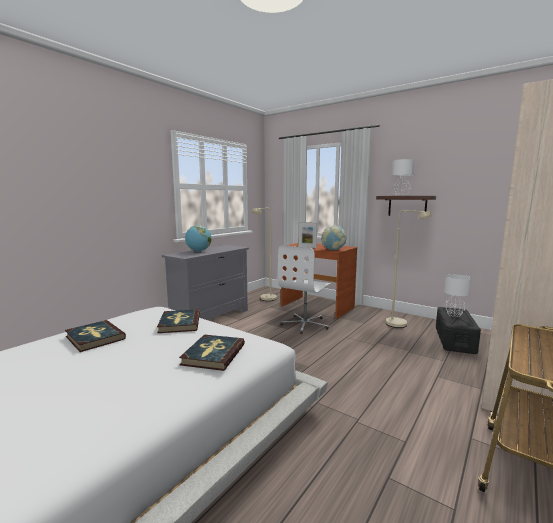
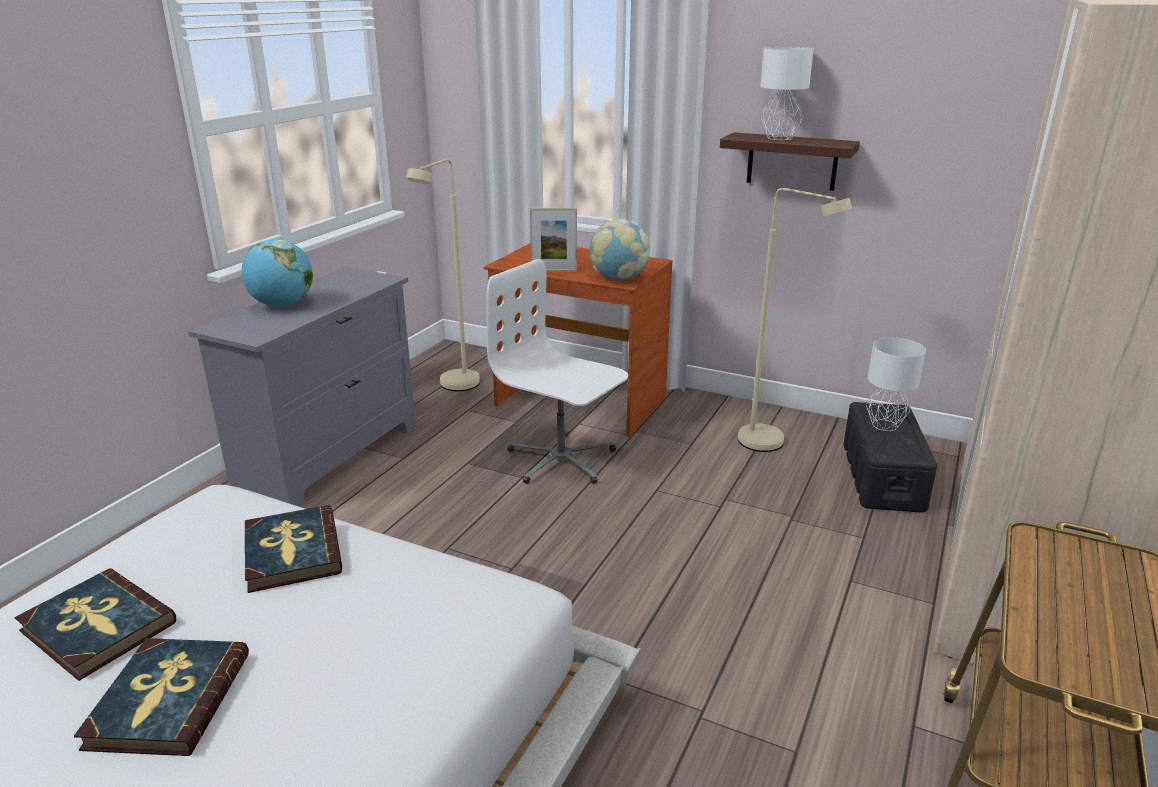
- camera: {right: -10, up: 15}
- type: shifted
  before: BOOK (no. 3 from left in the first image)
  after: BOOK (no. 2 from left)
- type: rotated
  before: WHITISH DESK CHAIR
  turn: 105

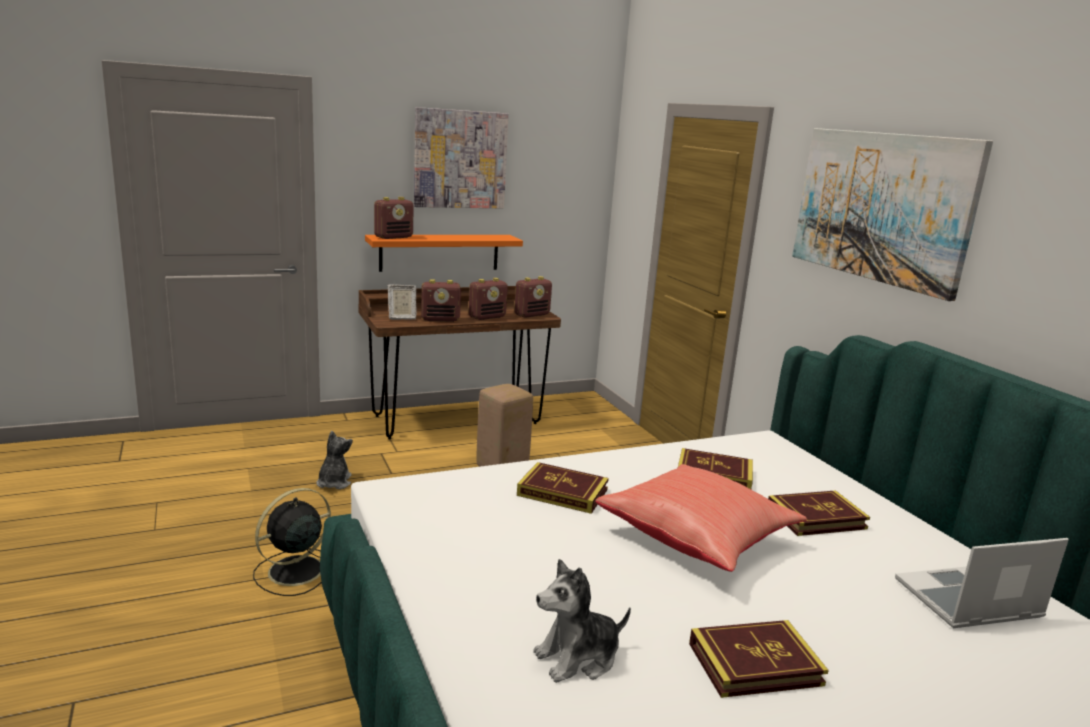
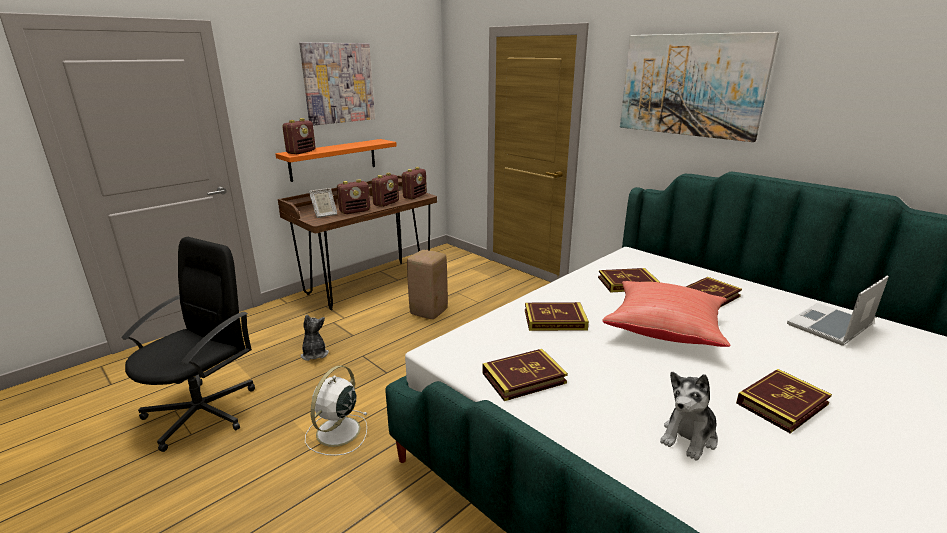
- camera: {right: -20, up: 5}
- type: repainted
  before: BLACK COOLING FAN
  after: WHITISH COOLING FAN
- type: new
  after: BLACK DESK CHAIR
- type: new
  after: BOOK (no. 1 from left)

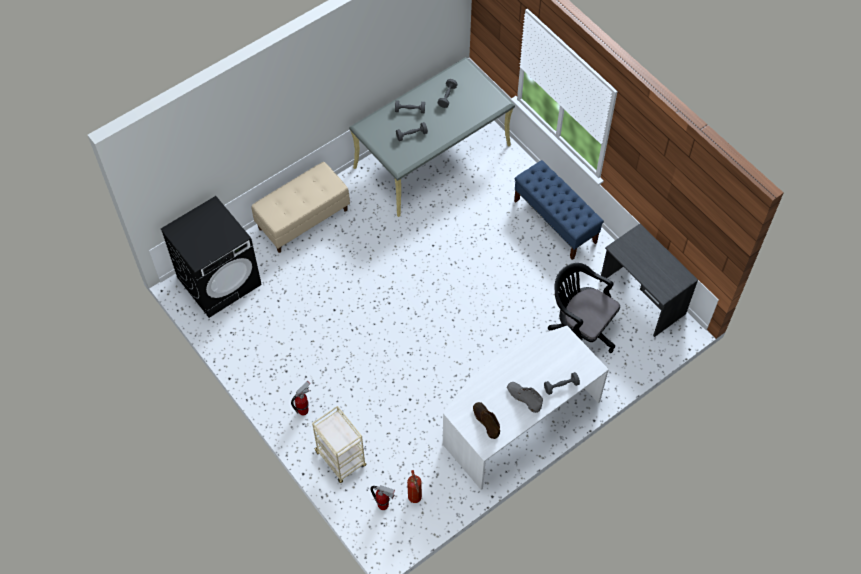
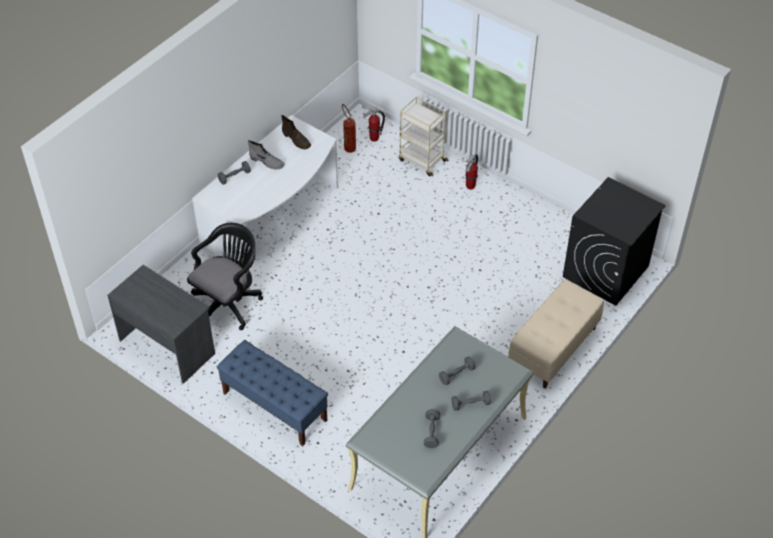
- camera: {right: 165, up: -10}
- type: rotated
  before: BLACK DESK CHAIR
  turn: -75

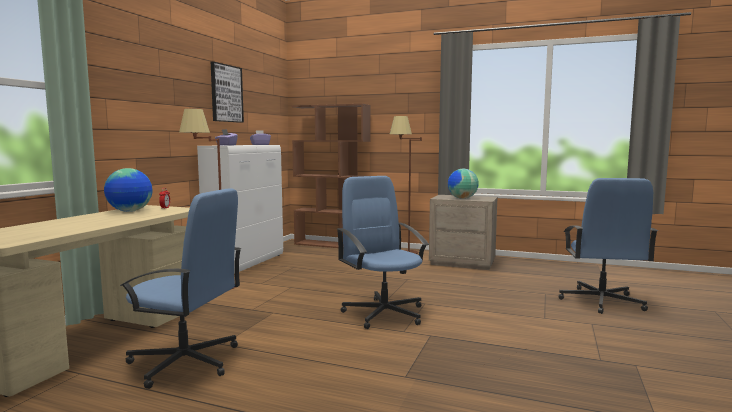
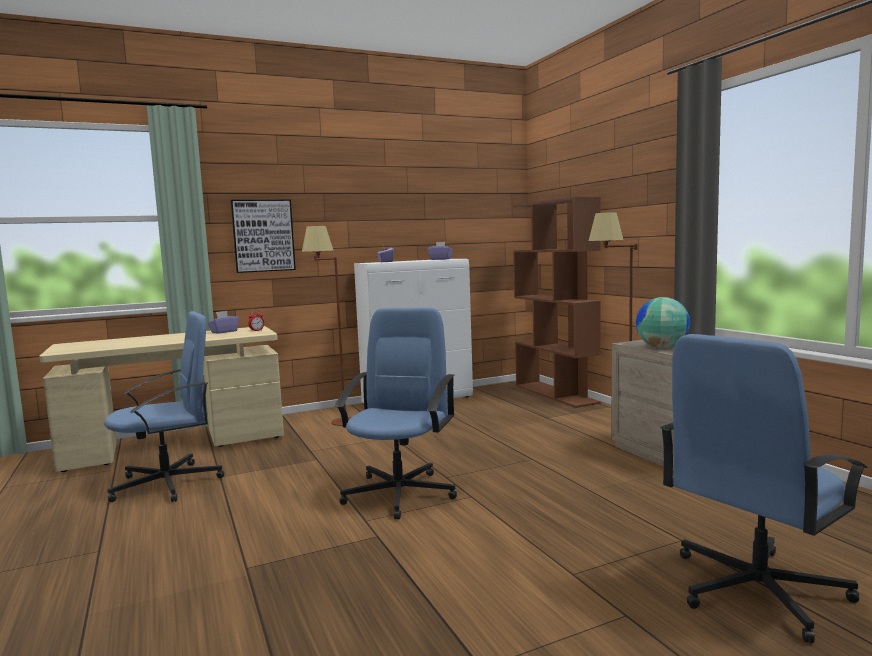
- camera: {right: 45, up: 0}
- type: swapped
  before: WORLD GLOBE (no. 1 from left)
  after: PURPLE-COLOURED BOX OF TISSUES (no. 1 from left)
- type: rotated
  before: BLUISH DESK CHAIR (no. 1 from left)
  turn: -90
- type: shifted
  before: WALL ART

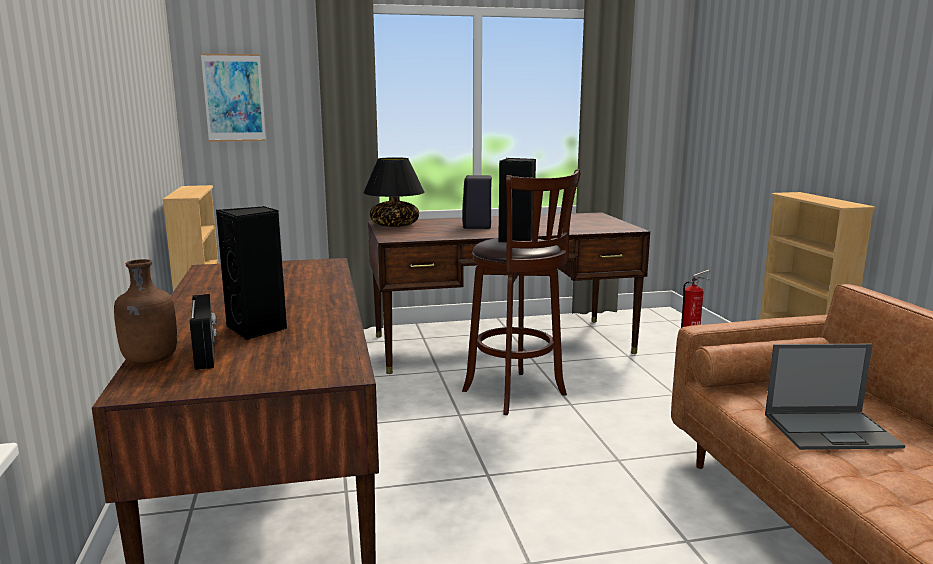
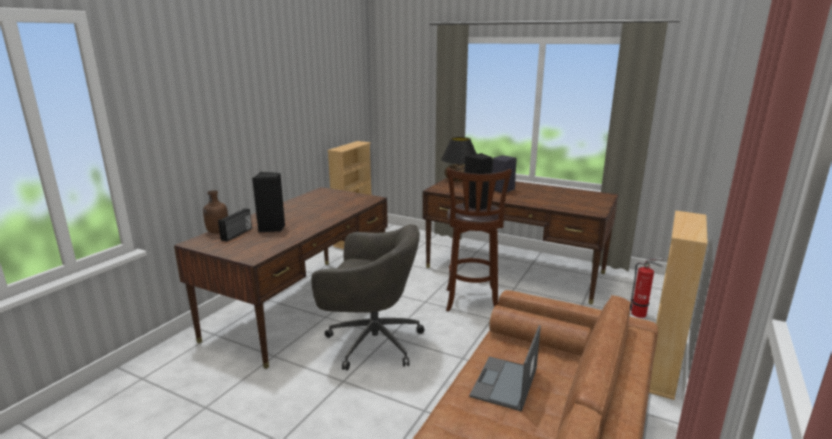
- camera: {right: 40, up: 5}
- type: gone
  before: WALL ART
- type: rotated
  before: LAPTOP
  turn: 75
- type: new
  after: GREY DESK CHAIR

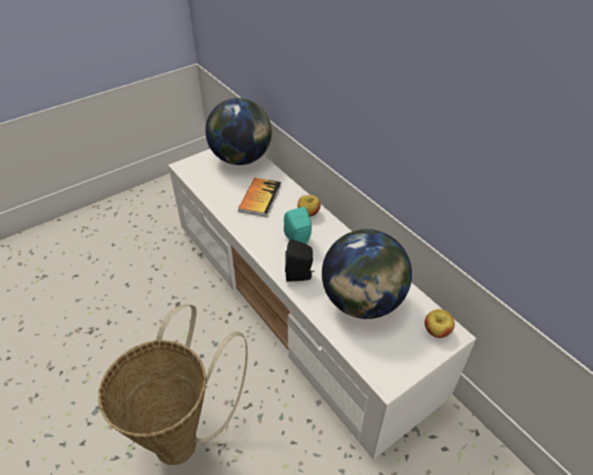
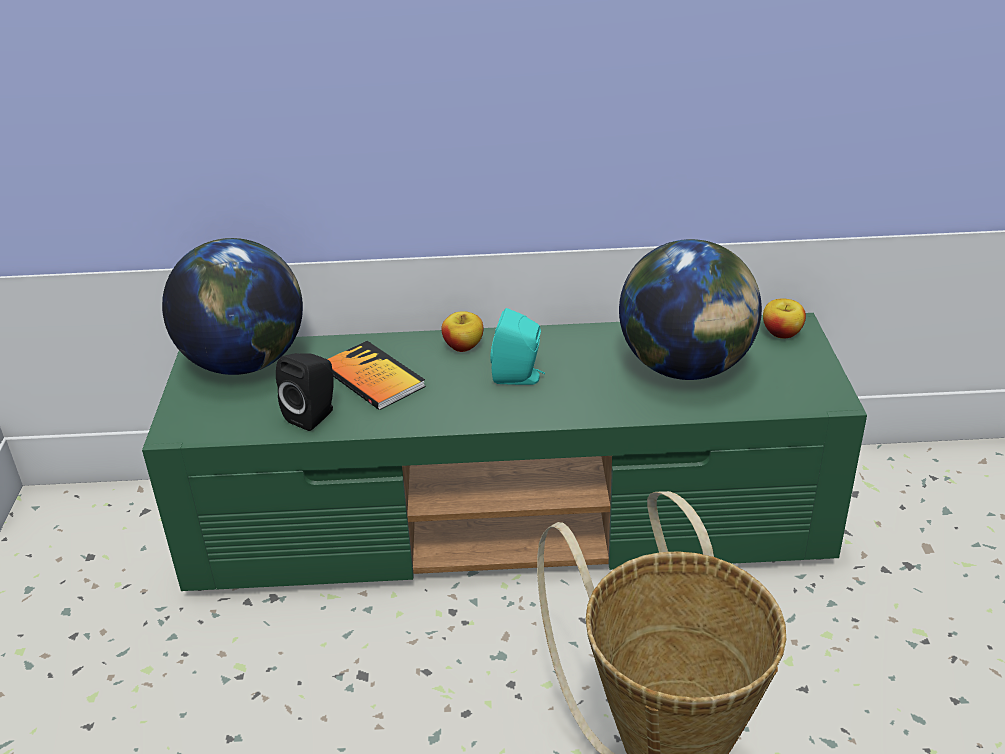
- camera: {right: -55, up: -10}
- type: repainted
  before: WHITISH TV UNIT
  after: GREENISH TV UNIT
- type: shifted
  before: BLACK AUDIO SPEAKER

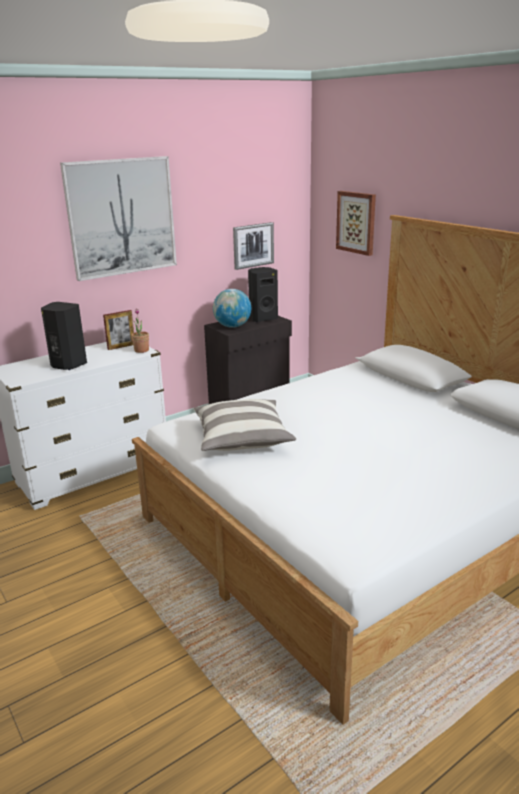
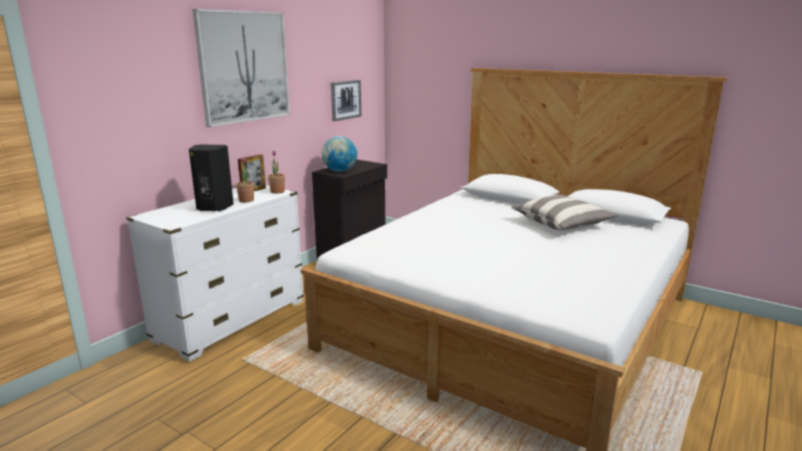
- camera: {right: -20, up: -5}
- type: shifted
  before: CUSHION
- type: gone
  before: BLACK AUDIO SPEAKER (no. 2 from left)
- type: gone
  before: WALL ART (no. 3 from left)
- type: new
  after: POTTED PLANT (no. 1 from left)

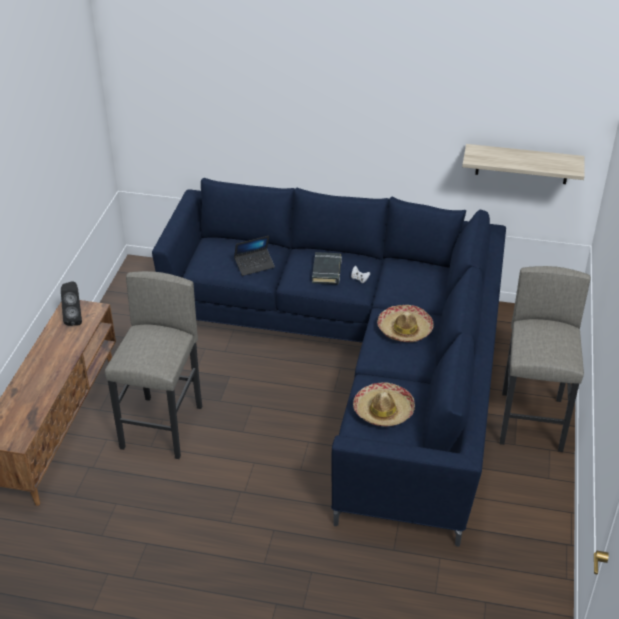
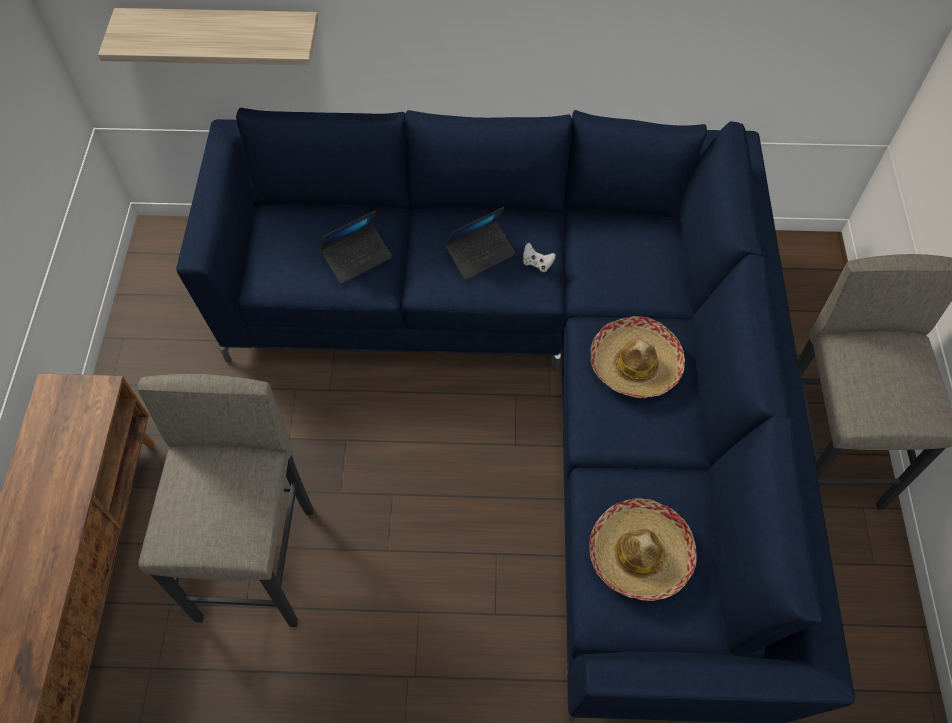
- camera: {right: -10, up: 20}
- type: gone
  before: BLACK AUDIO SPEAKER
- type: swapped
  before: BLACK BOOK
  after: LAPTOP (no. 2 from left)
- type: shifted
  before: SHELF

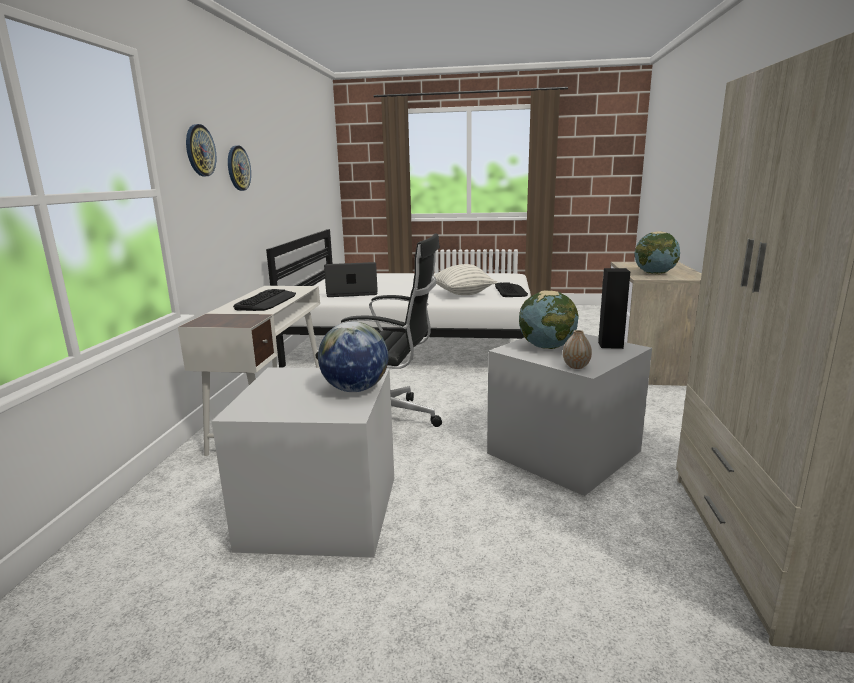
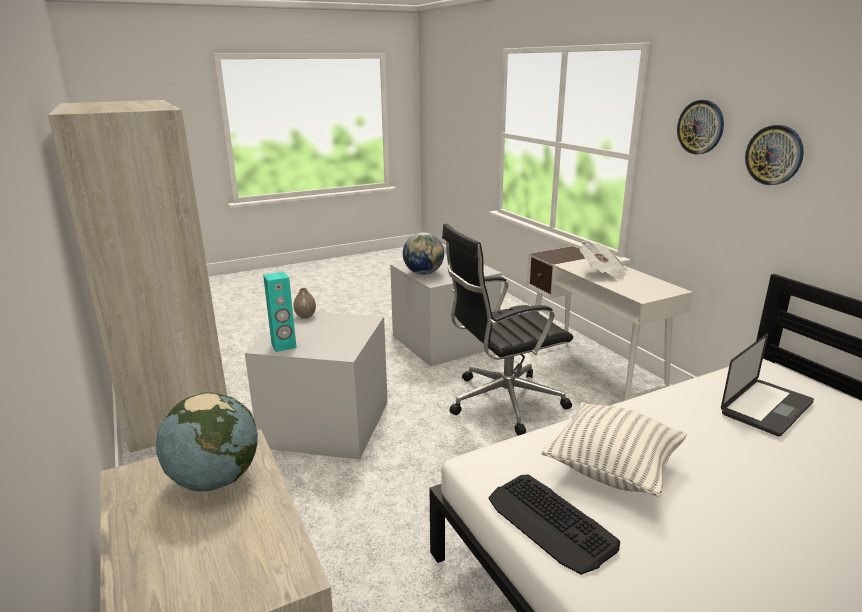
- camera: {right: 145, up: 5}
- type: swapped
  before: COMPUTER KEYBOARD (no. 1 from left)
  after: DAILY PAPER
- type: gone
  before: WORLD GLOBE (no. 2 from left)
- type: repainted
  before: BLACK AUDIO SPEAKER
  after: TURQUOISE-COLOURED AUDIO SPEAKER

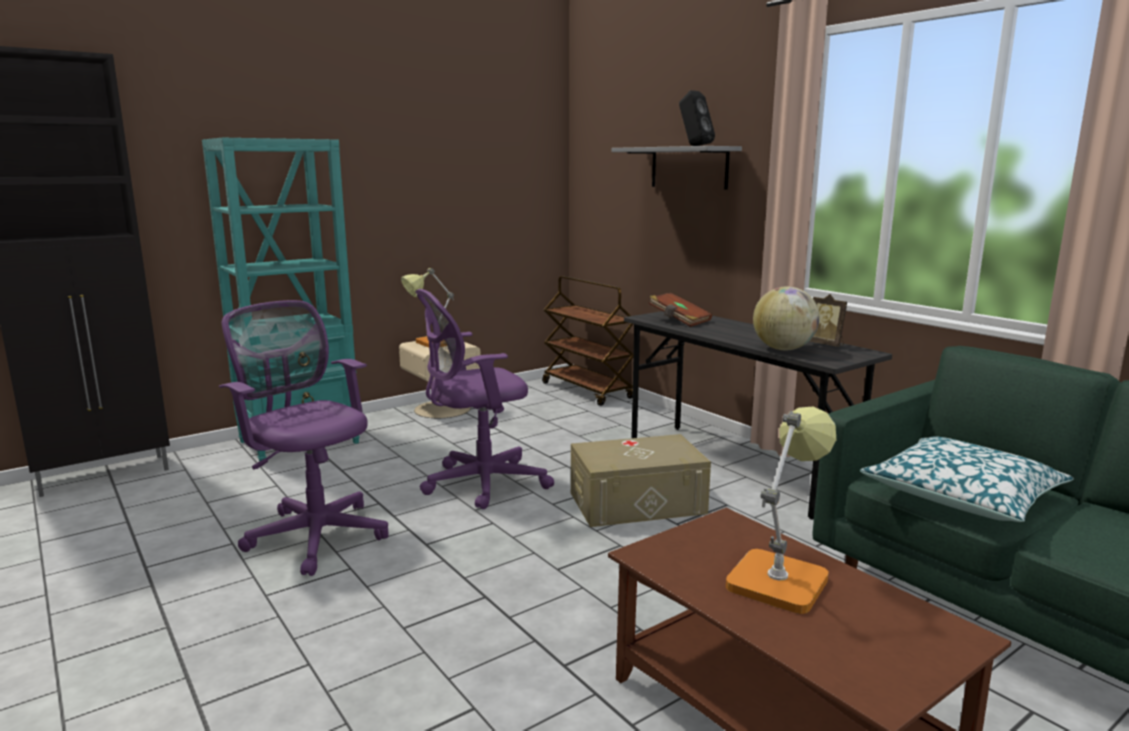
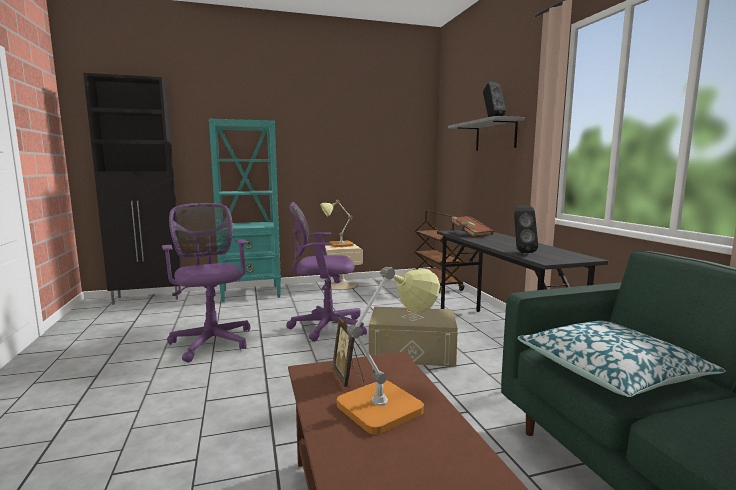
- camera: {right: 20, up: -5}
- type: swapped
  before: WORLD GLOBE
  after: BLACK AUDIO SPEAKER (no. 2 from left)
- type: shifted
  before: PICTURE FRAME

